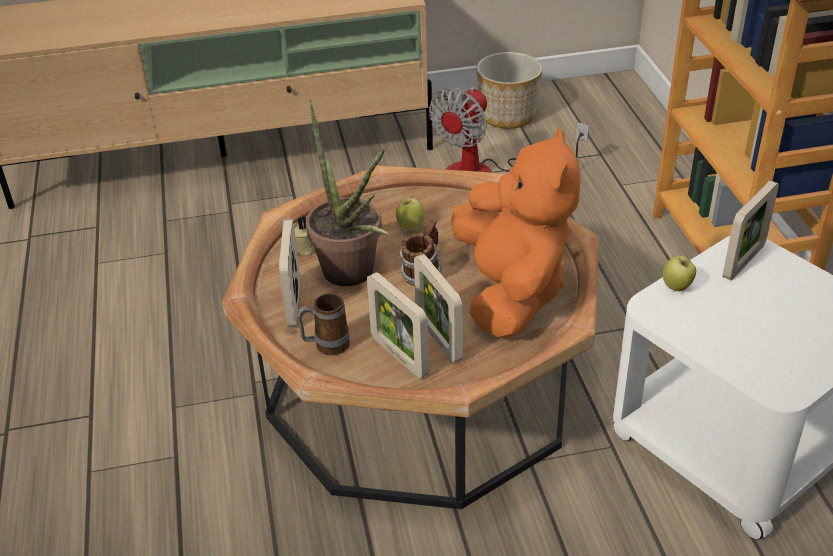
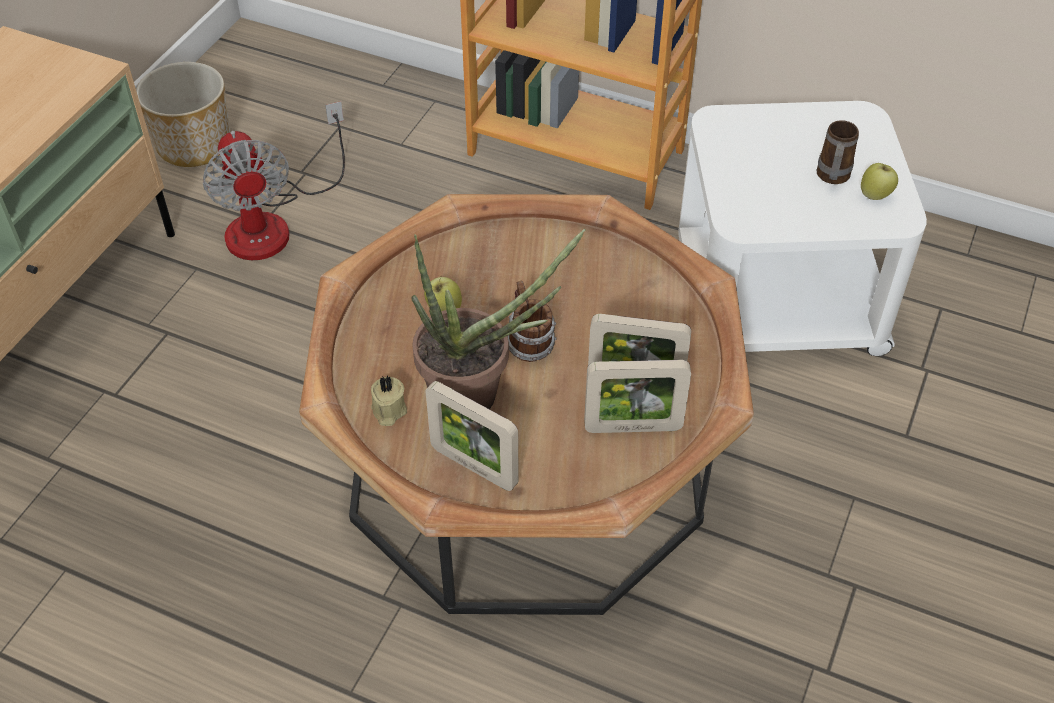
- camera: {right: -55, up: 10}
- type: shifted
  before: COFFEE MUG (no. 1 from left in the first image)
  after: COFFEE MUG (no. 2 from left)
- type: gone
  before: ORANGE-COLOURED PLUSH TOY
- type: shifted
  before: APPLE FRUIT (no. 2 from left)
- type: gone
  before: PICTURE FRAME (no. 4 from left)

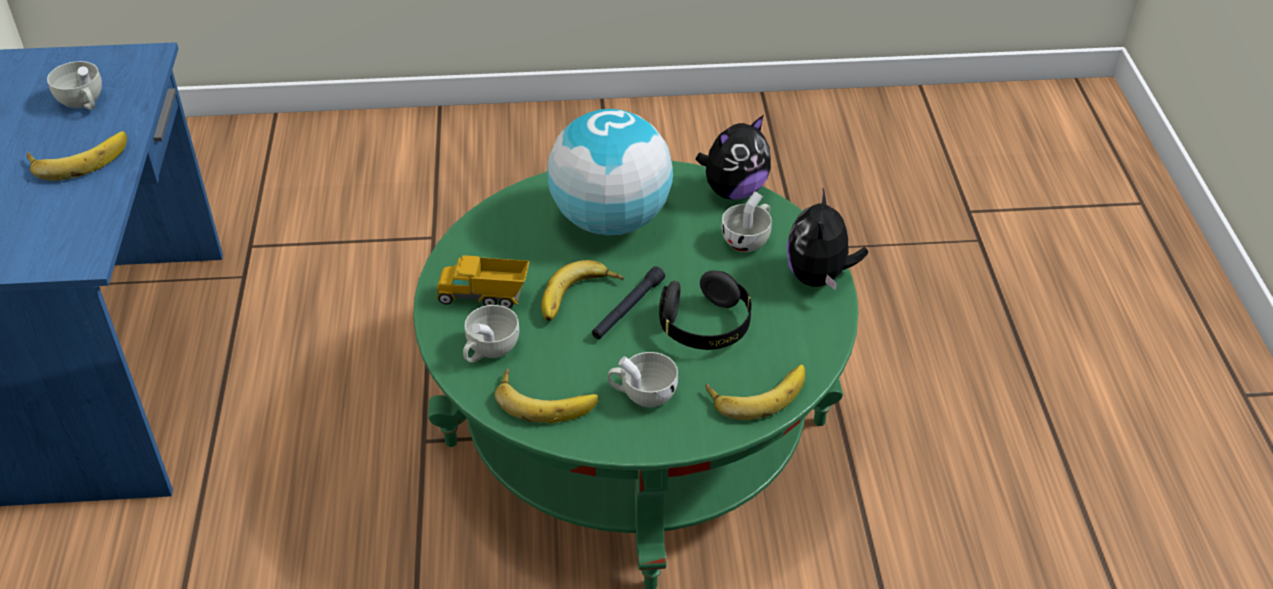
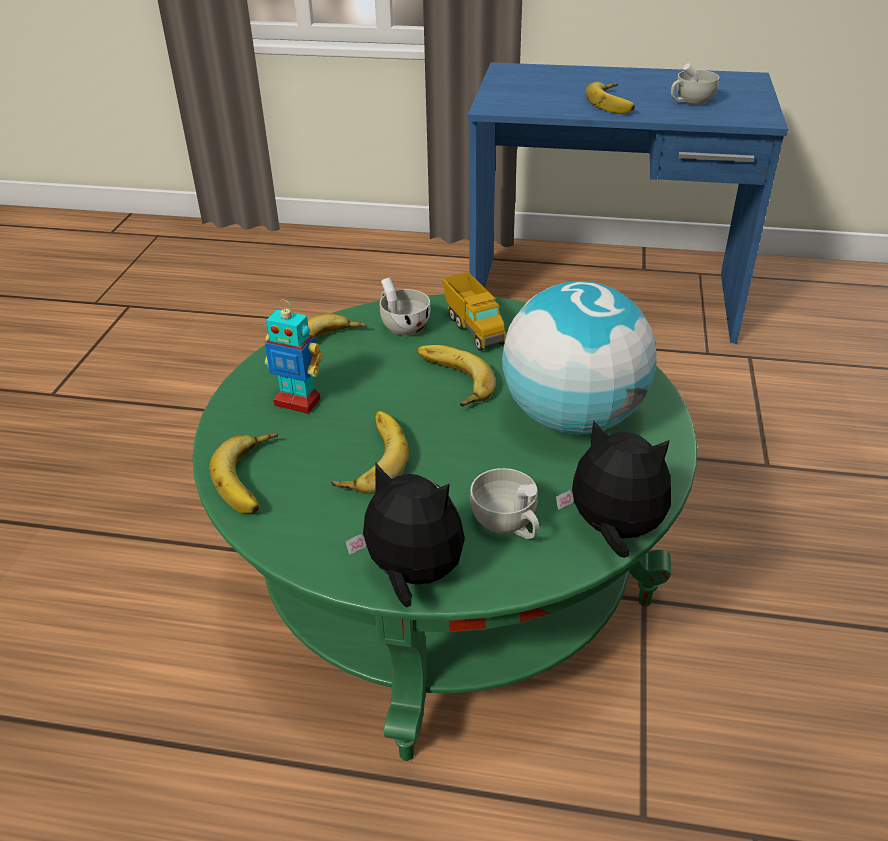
- camera: {right: 105, up: -5}
- type: rotated
  before: TOY TRUCK
  turn: 135
- type: gone
  before: BLACK TORCH
- type: swapped
  before: WHITISH CUP (no. 3 from left)
  after: TOY ROBOT
- type: swapped
  before: BLACK PAIR OF HEADPHONES
  after: WHOLE BANANA (no. 3 from left)
- type: rotated
  before: PLUSH TOY (no. 1 from left in the first image)
  turn: 135

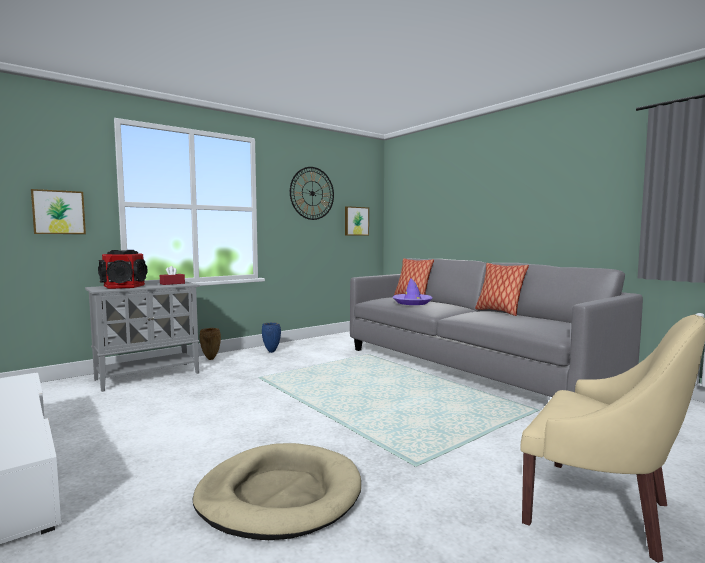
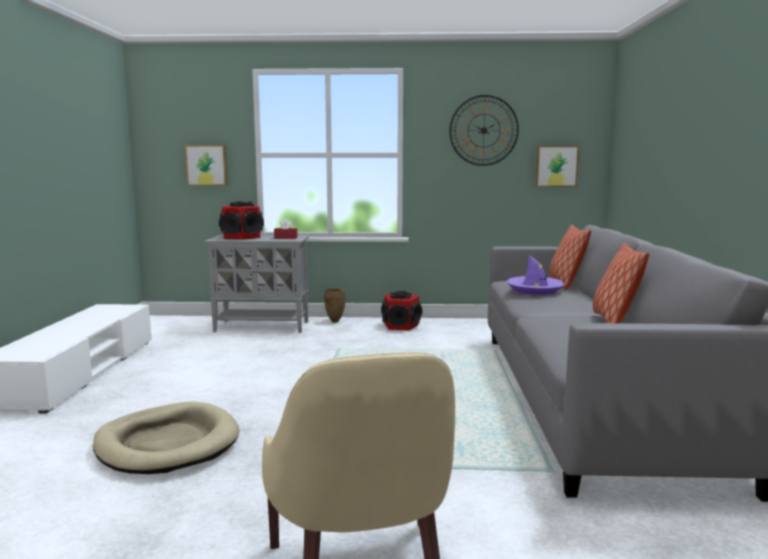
- camera: {right: 40, up: 5}
- type: swapped
  before: BLUISH FLOWER VASE
  after: AUDIO SPEAKER (no. 2 from left)

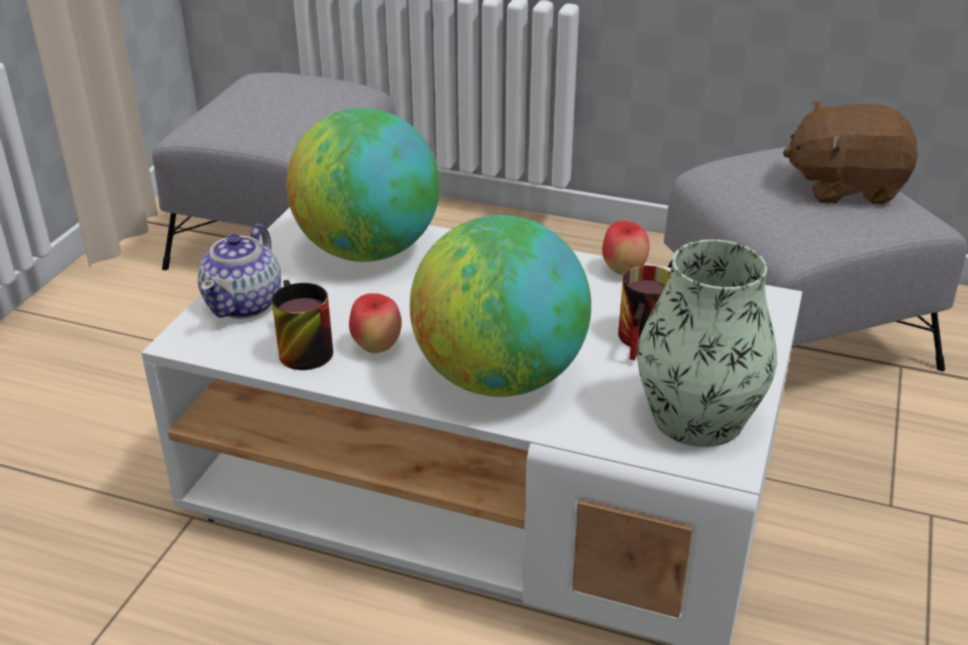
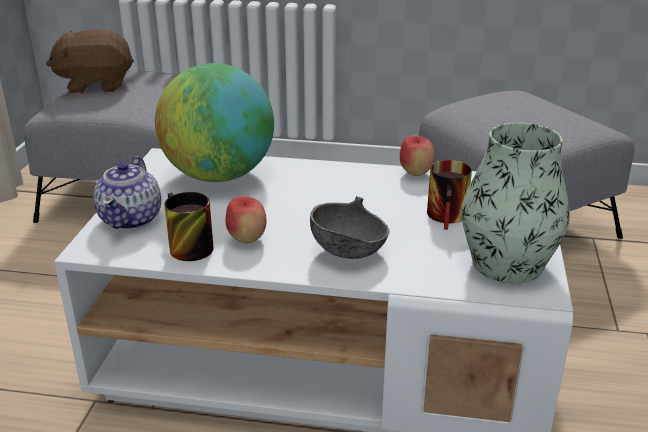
- camera: {right: -10, up: -5}
- type: swapped
  before: WORLD GLOBE (no. 2 from left)
  after: GREY DEEP DISH
- type: shifted
  before: BROWN-COLOURED PLUSH TOY

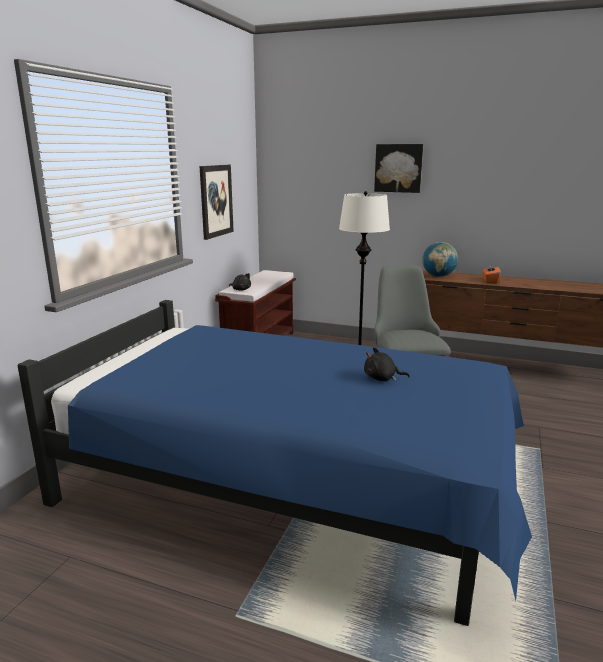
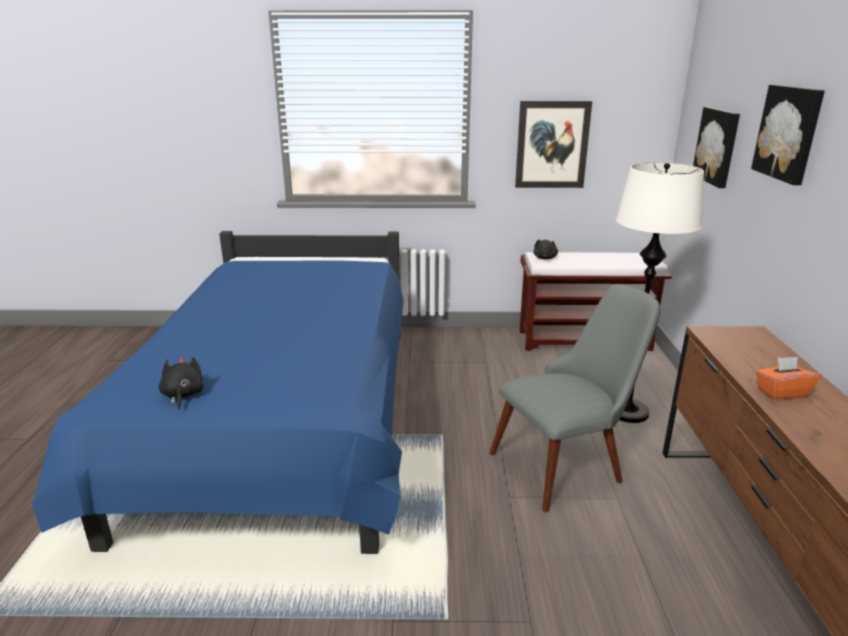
- camera: {right: 70, up: 5}
- type: shifted
  before: BLACK PLUSH TOY (no. 2 from left in the first image)
  after: BLACK PLUSH TOY (no. 1 from left)
- type: gone
  before: WORLD GLOBE
- type: new
  after: WALL ART (no. 2 from left)

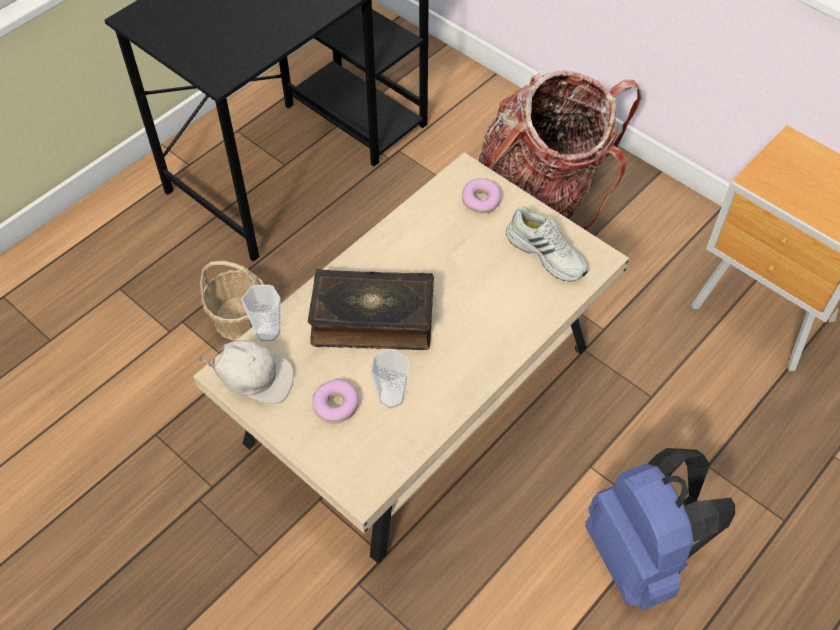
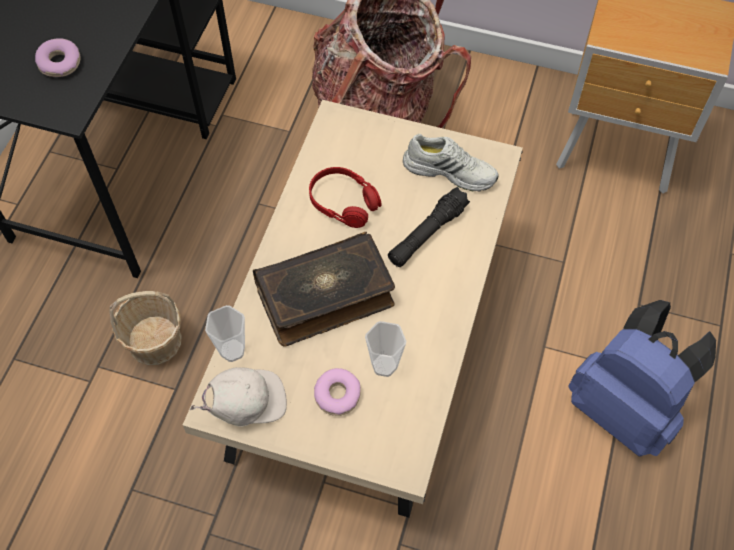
- camera: {right: -25, up: 5}
- type: shifted
  before: DONUT (no. 2 from left in the first image)
  after: DONUT (no. 1 from left)
- type: new
  after: REDDISH PAIR OF HEADPHONES
- type: new
  after: BLACK TORCH

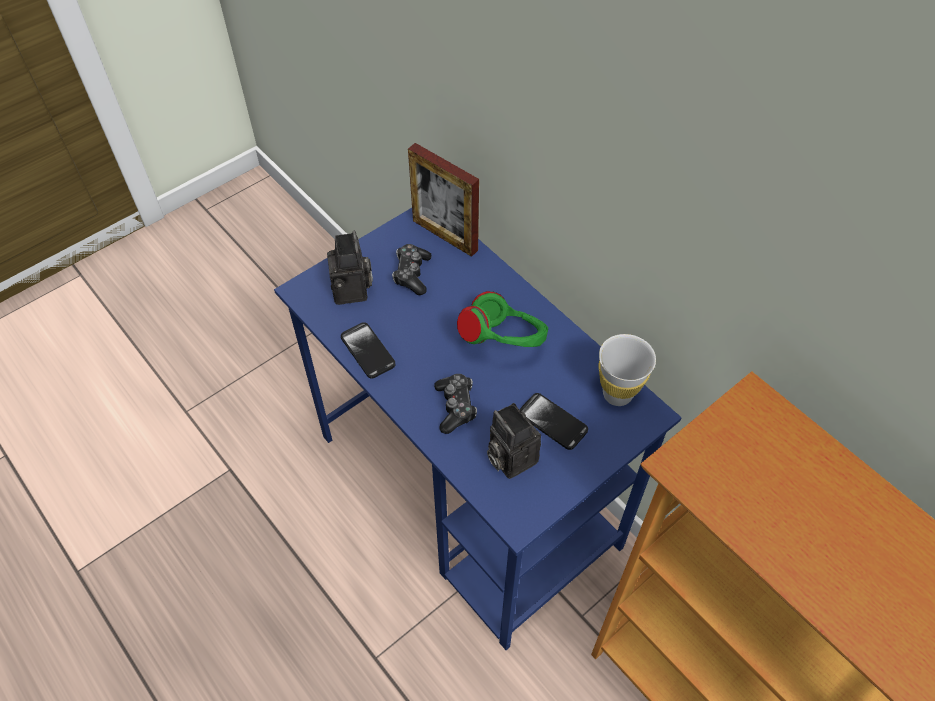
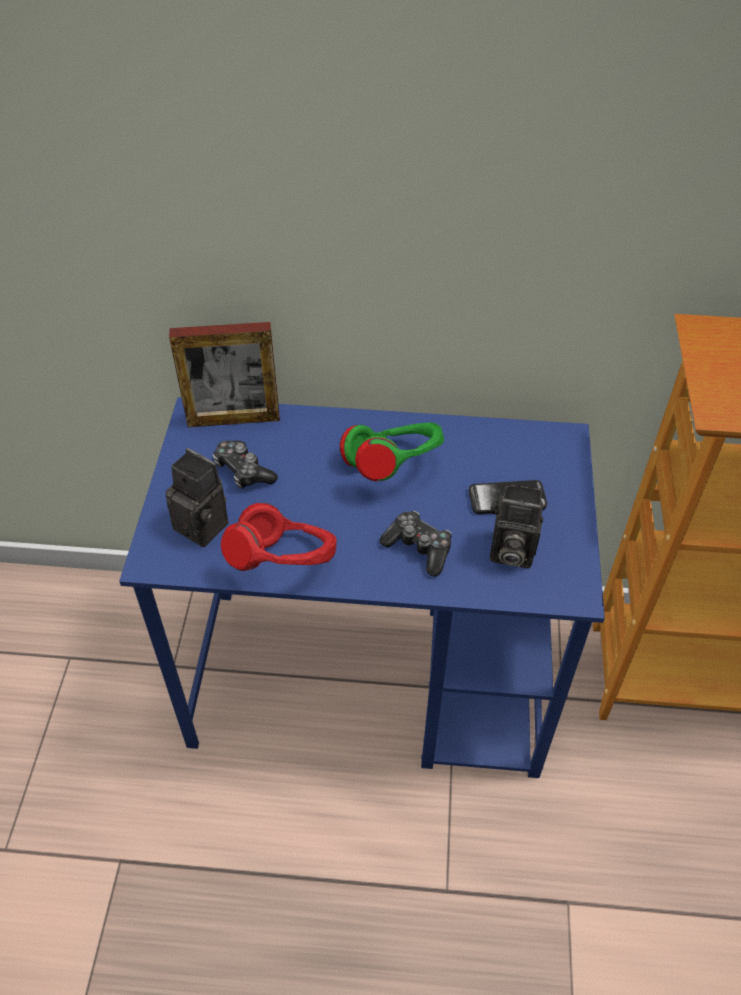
- camera: {right: -45, up: -5}
- type: swapped
  before: TELEPHONE (no. 1 from left)
  after: REDDISH PAIR OF HEADPHONES
- type: gone
  before: WHITISH CUP

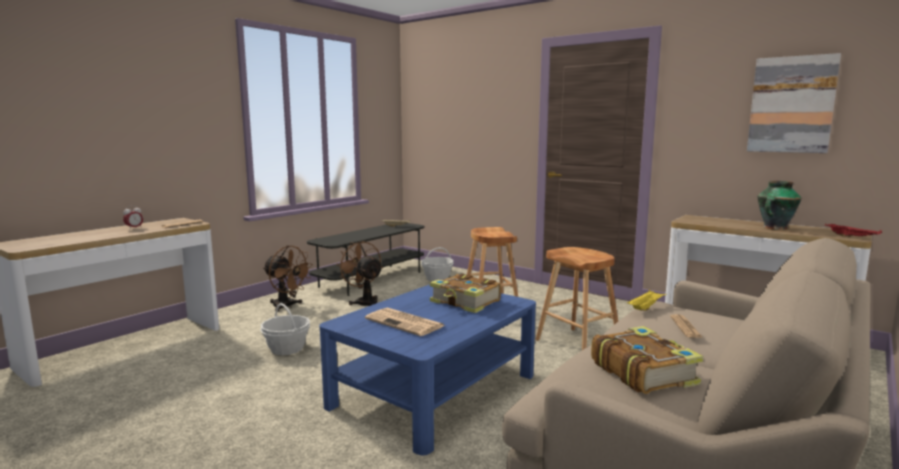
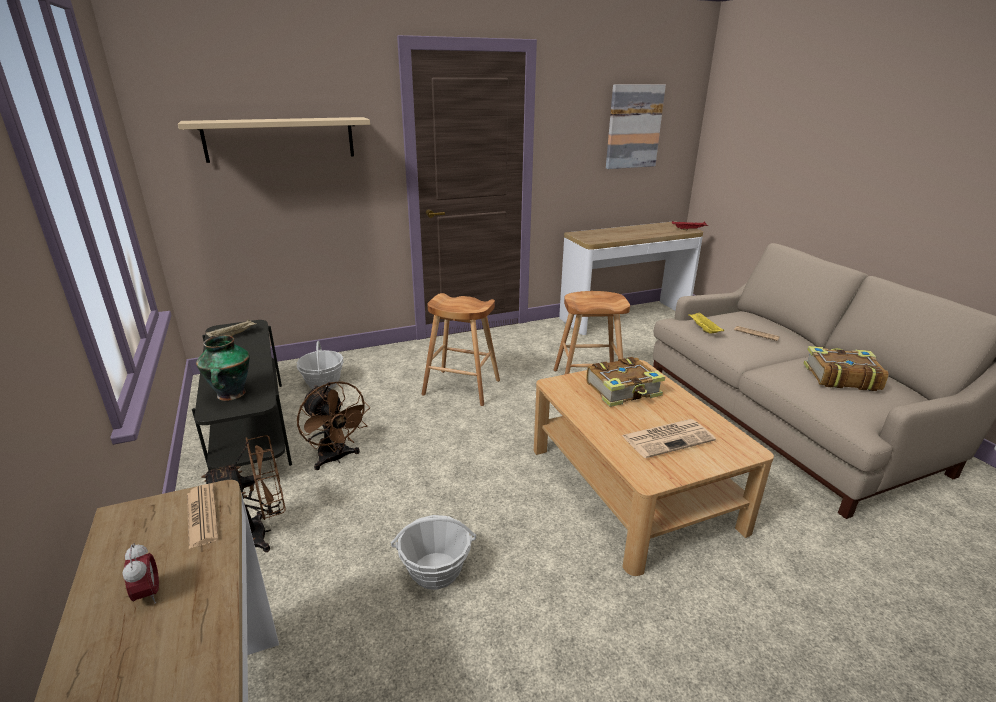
- camera: {right: -60, up: 15}
- type: repainted
  before: BLUISH LOUNGE TABLE
  after: BEIGE LOUNGE TABLE
- type: rotated
  before: BROWN-COLOURED COOLING FAN (no. 2 from left)
  turn: -120
- type: shifted
  before: FLOWER VASE
- type: new
  after: BEIGE SHELF

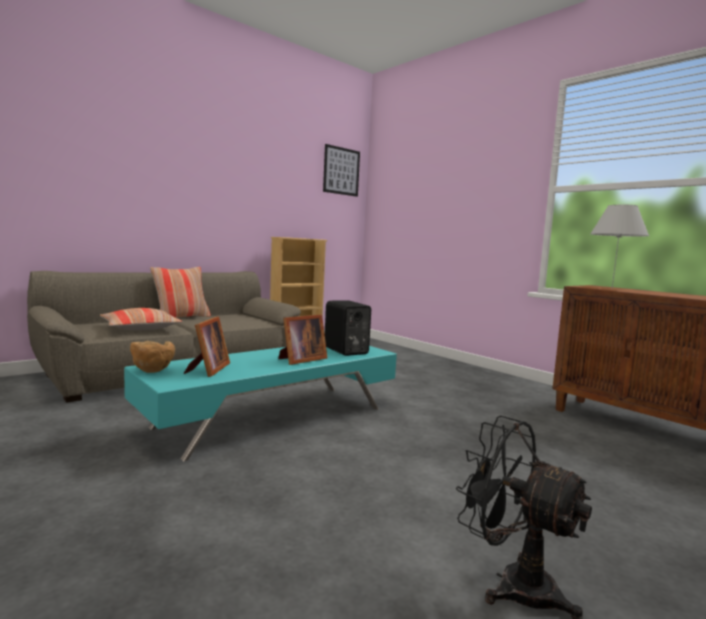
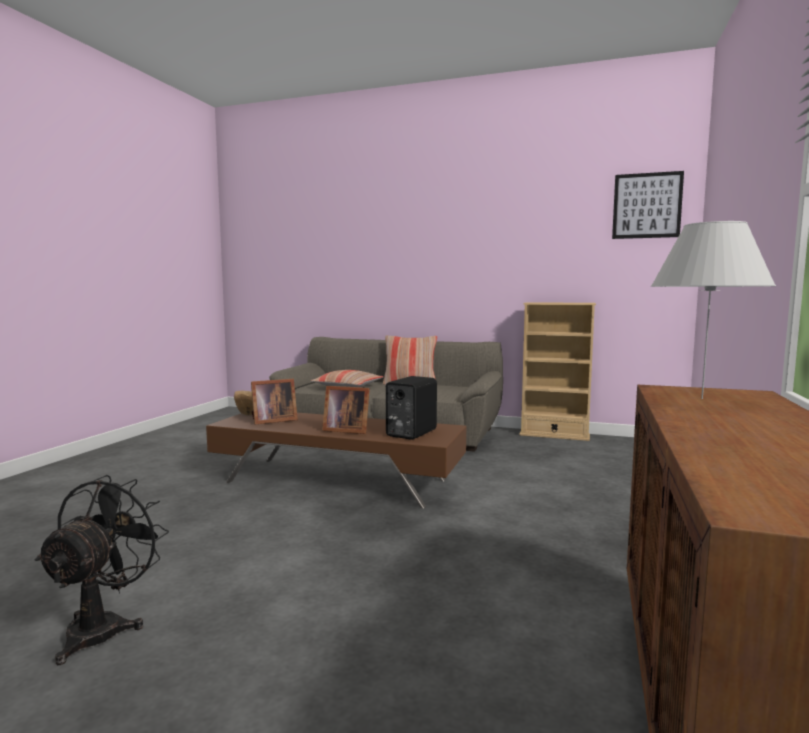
- camera: {right: 60, up: 0}
- type: repainted
  before: TURQUOISE-COLOURED LOUNGE TABLE
  after: BROWN-COLOURED LOUNGE TABLE

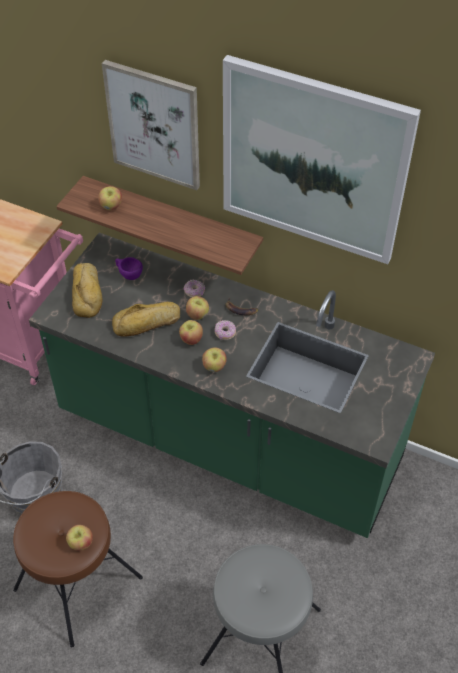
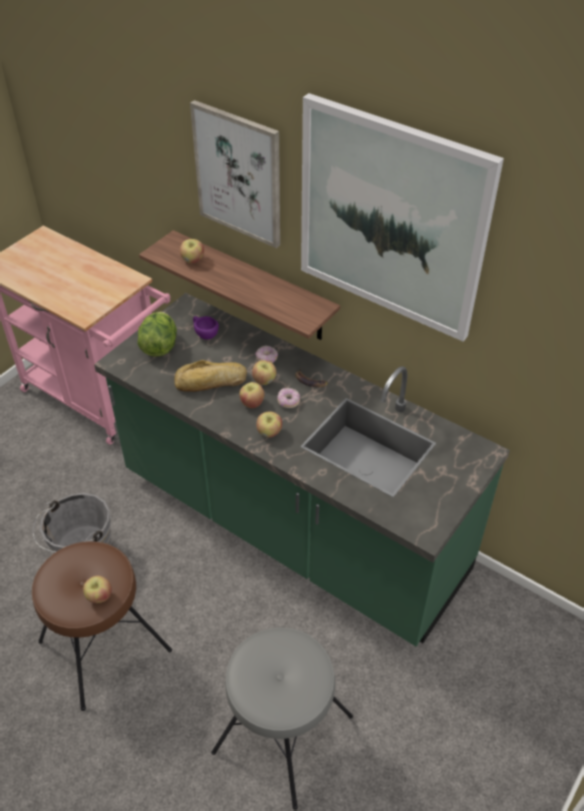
- camera: {right: 10, up: -5}
- type: swapped
  before: BAKED BREAD (no. 1 from left)
  after: HEAD OF LETTUCE

